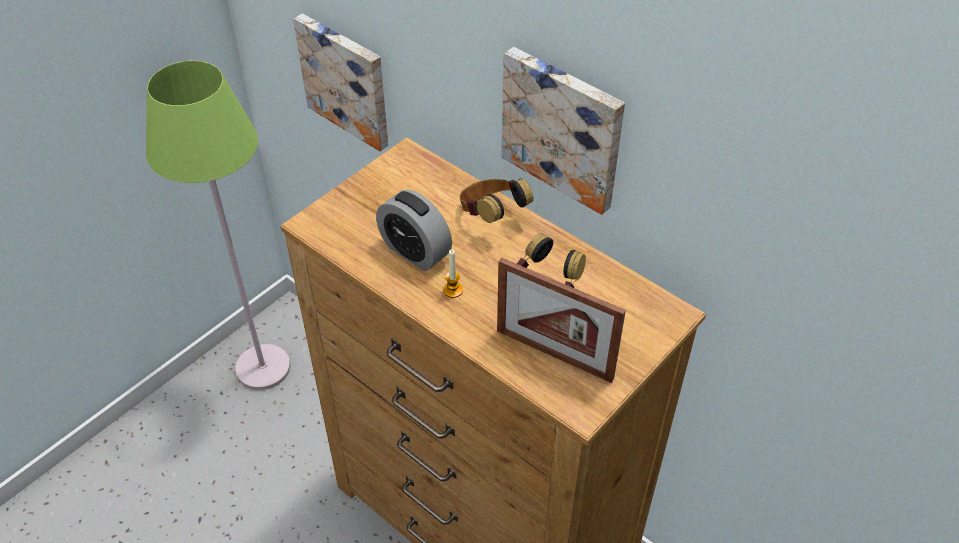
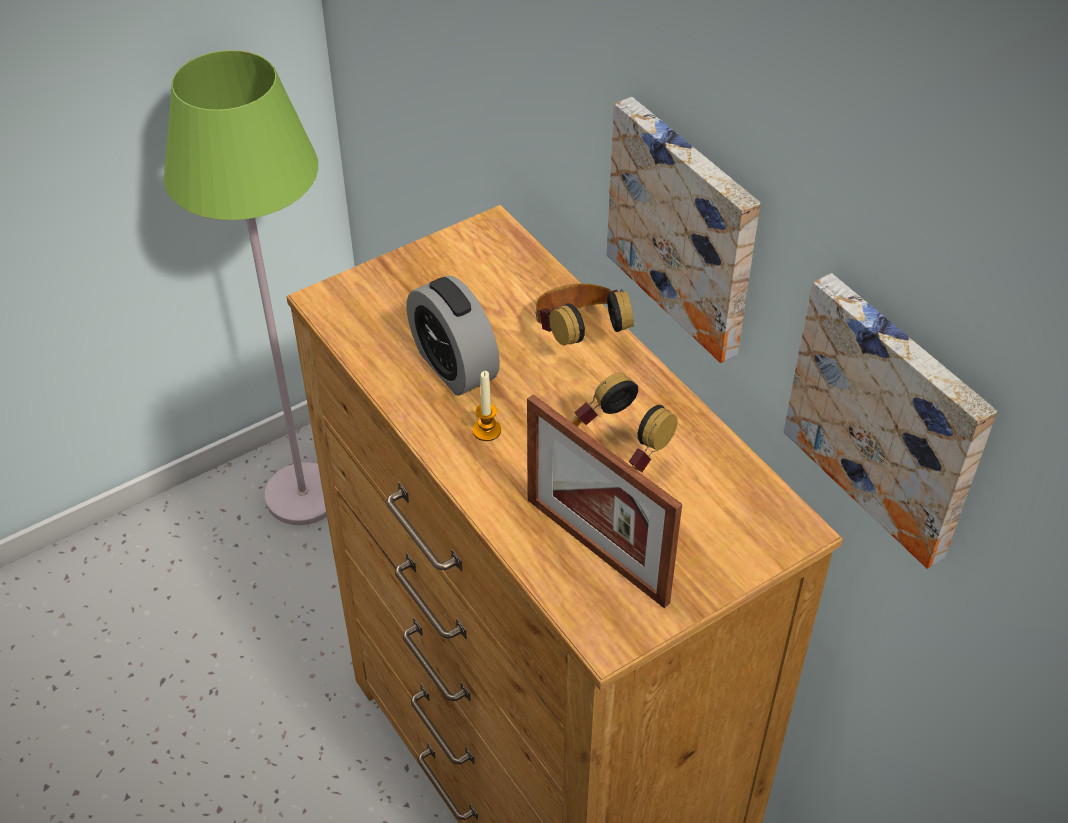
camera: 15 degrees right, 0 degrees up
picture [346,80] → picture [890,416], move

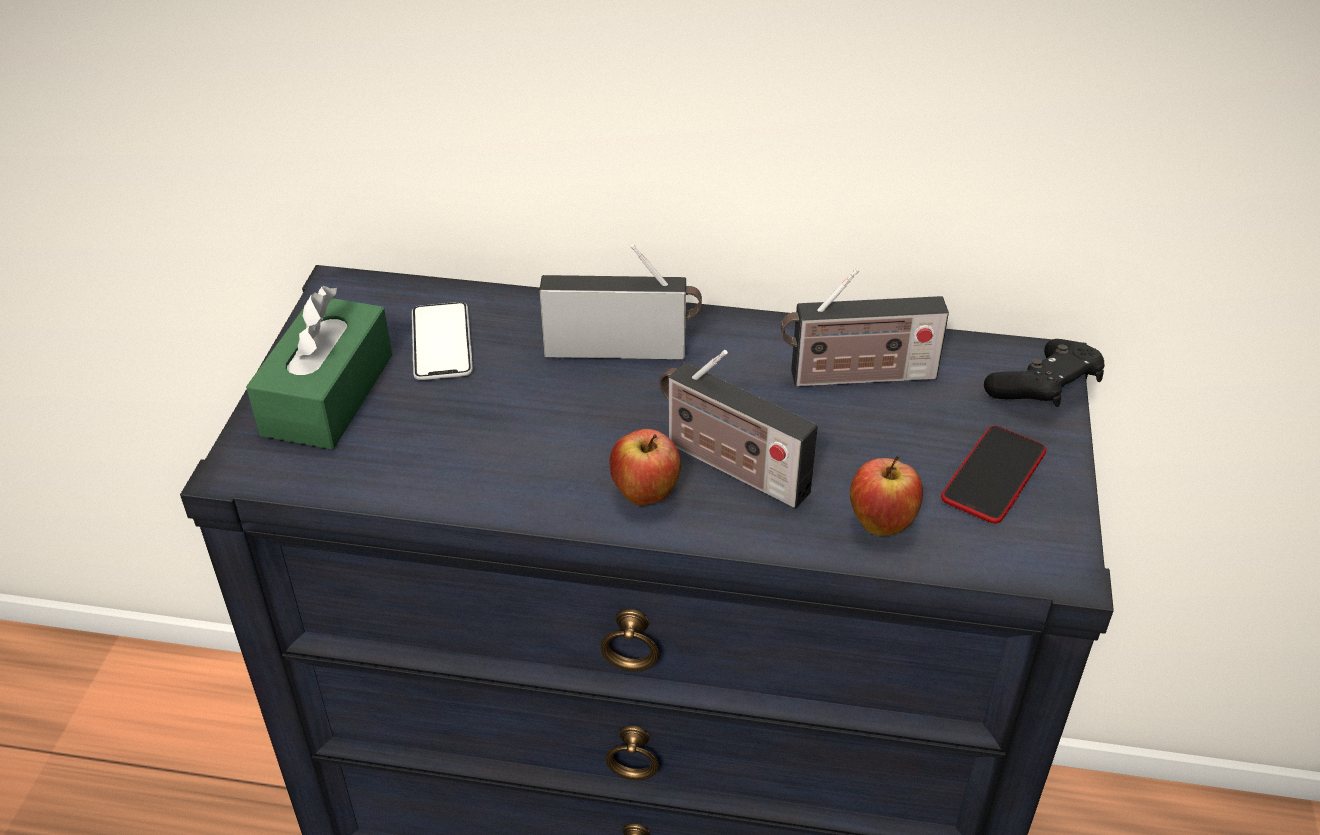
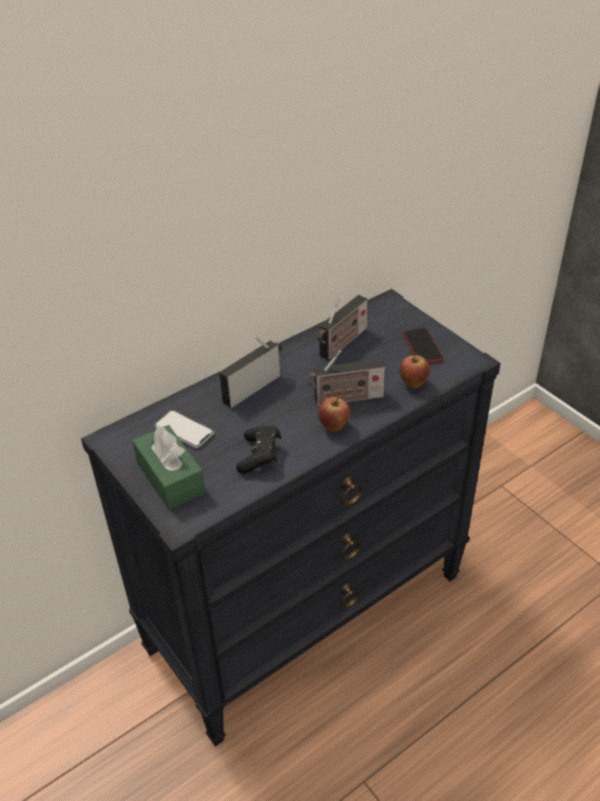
camera: 45 degrees left, 0 degrees up
black_gamepad [1044,391] → black_gamepad [260,456], move

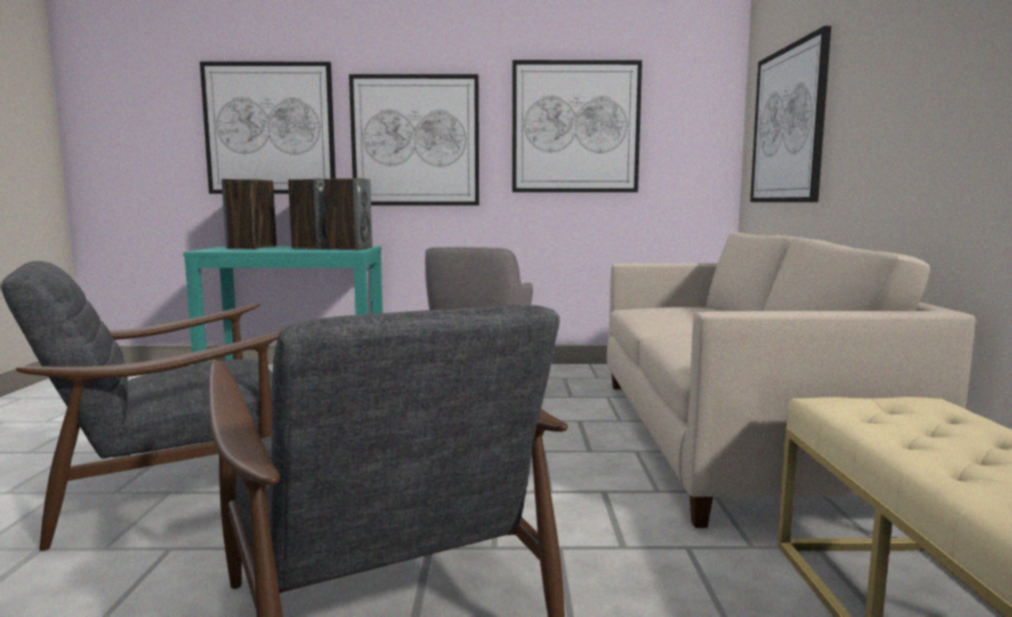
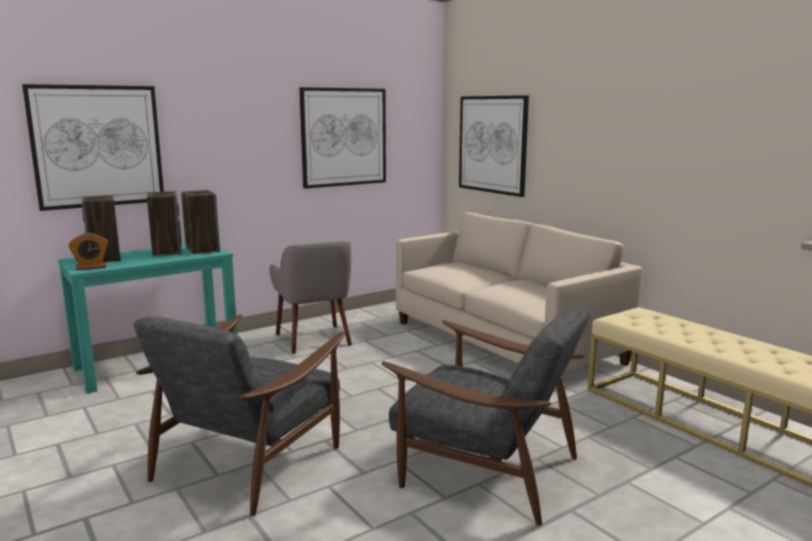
camera: 35 degrees left, 5 degrees up
picture [415,141] → -
- → alarm_clock [91,267]

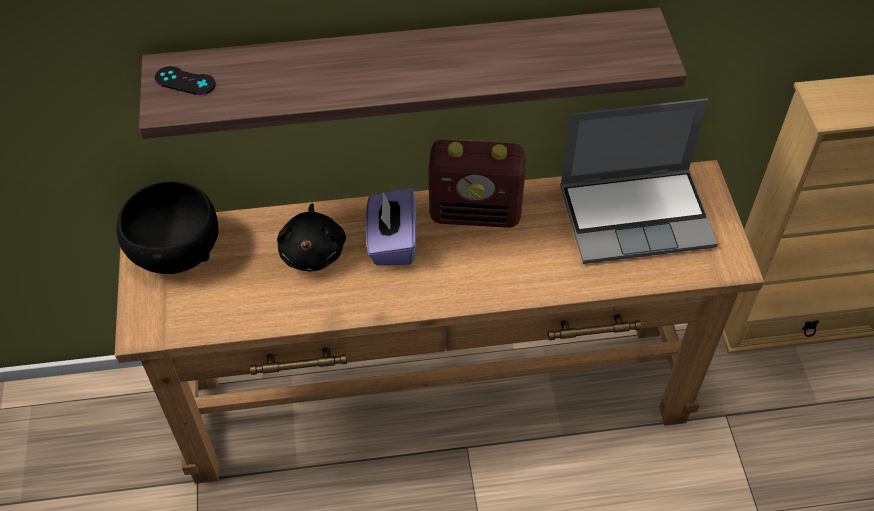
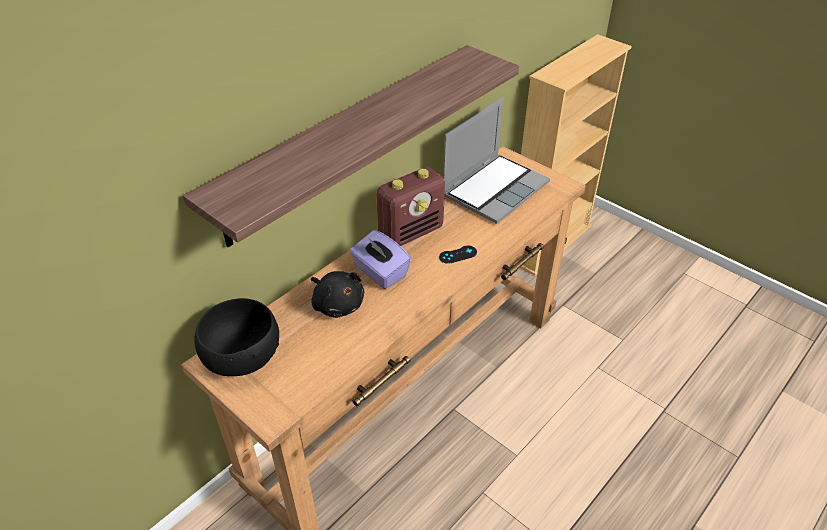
camera: 40 degrees left, 10 degrees down
black_gamepad [185,81] → black_gamepad [458,254], move

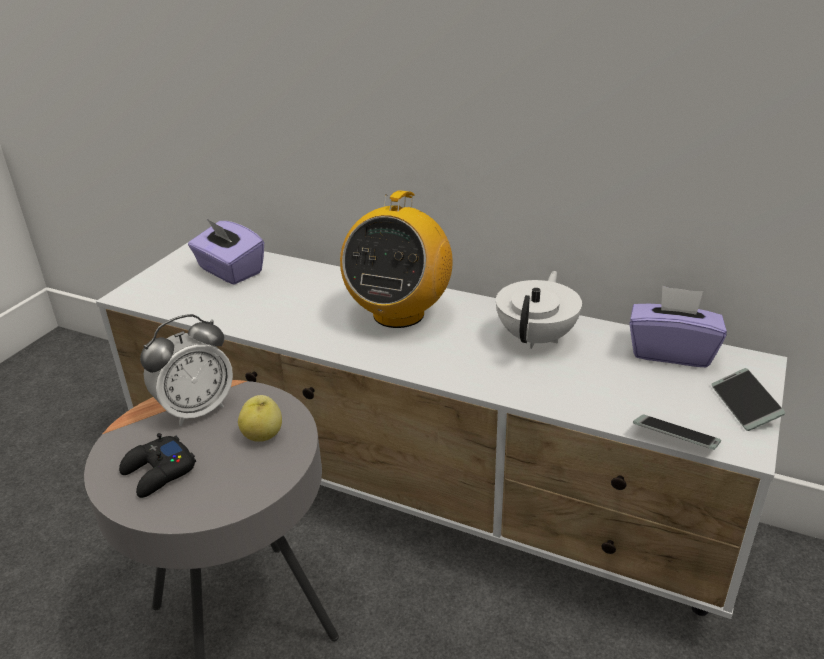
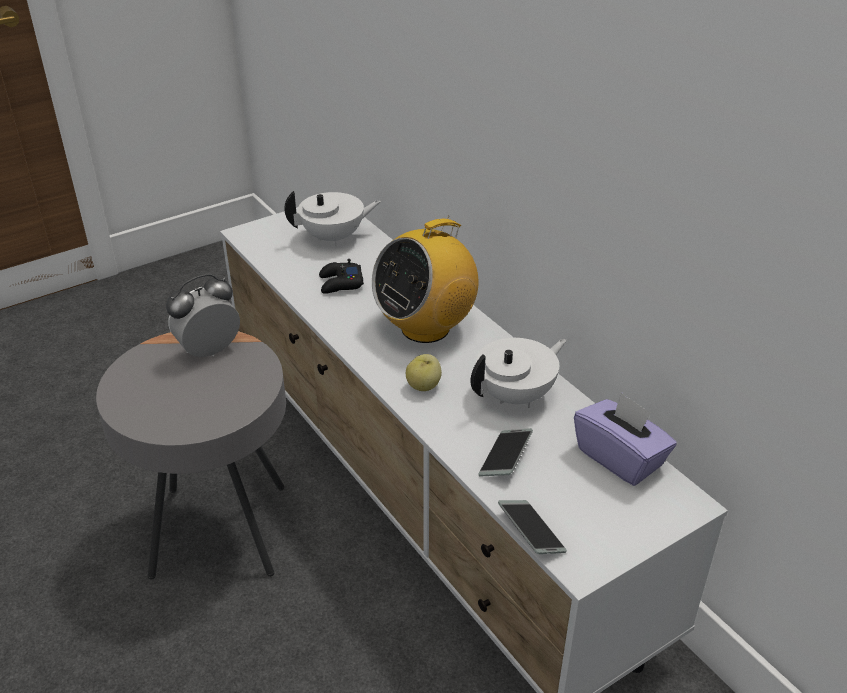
camera: 30 degrees right, 5 degrees up
black_gamepad [158,472] → black_gamepad [340,283], move
apple [263,435] → apple [424,386], move
phone [744,405] → phone [505,458], move
purple_tissue_box [230,271] → whitish_tea_pot [334,238]
alarm_clock [196,410] → alarm_clock [209,351], 150 degrees clockwise

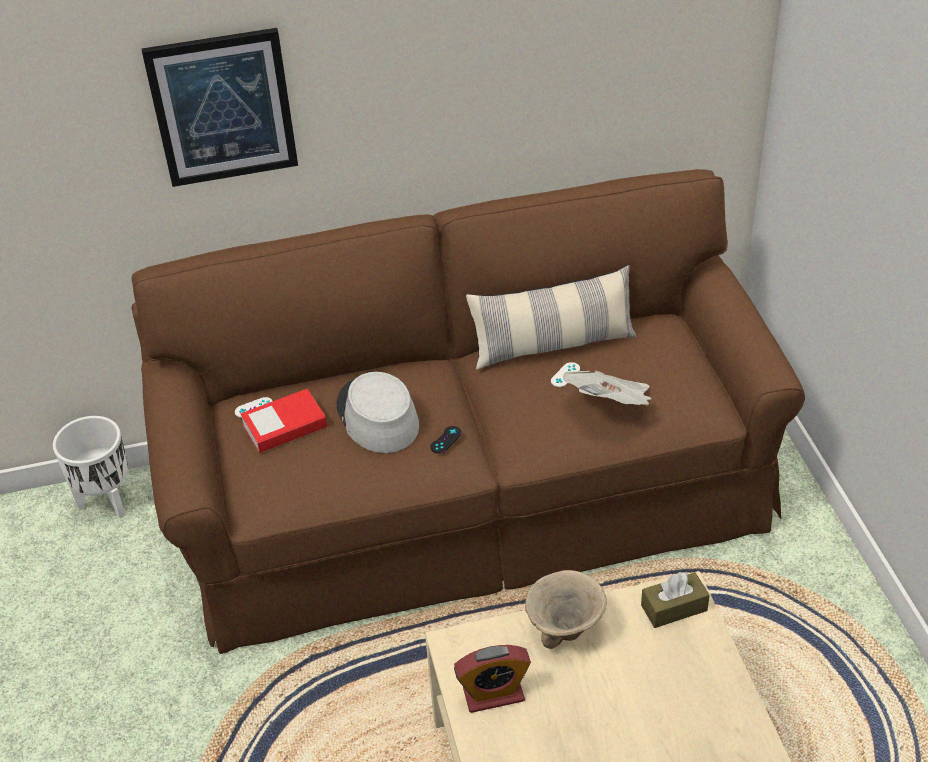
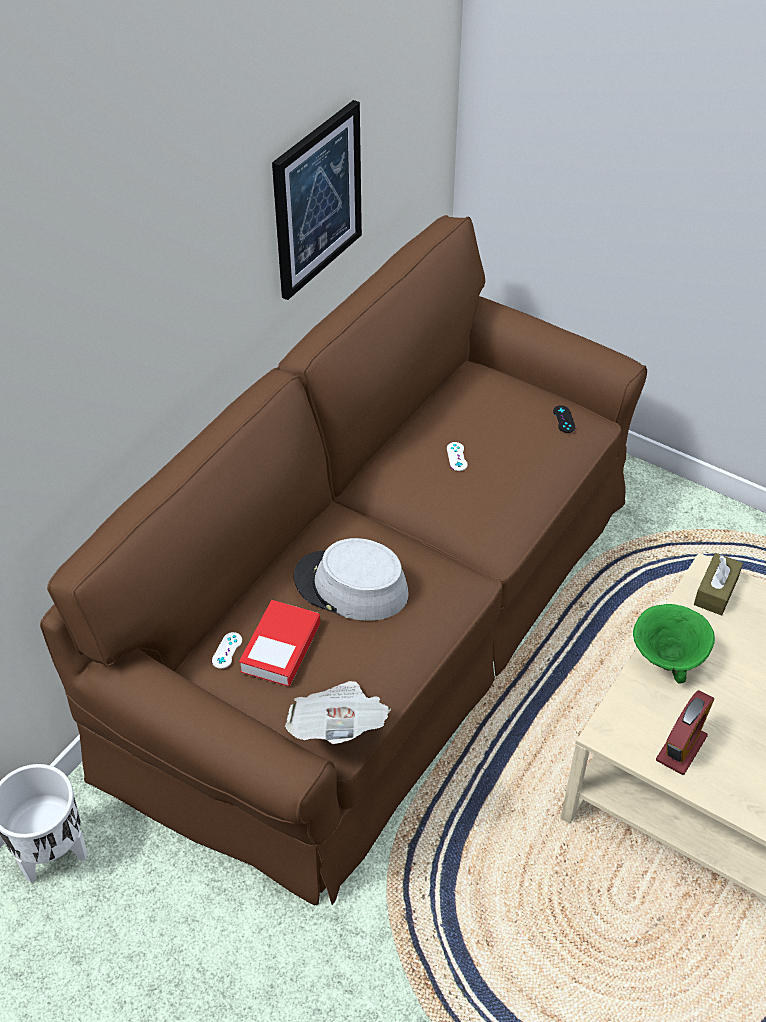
camera: 45 degrees left, 5 degrees up
pillow [553,346] → -
picture [222,107] → picture [317,200], move
black_gamepad [446,440] → black_gamepad [564,419], move
daily_paper [610,404] → daily_paper [338,727], move
beige-coloured_deep_dish [564,627] → greenish_deep_dish [665,660]

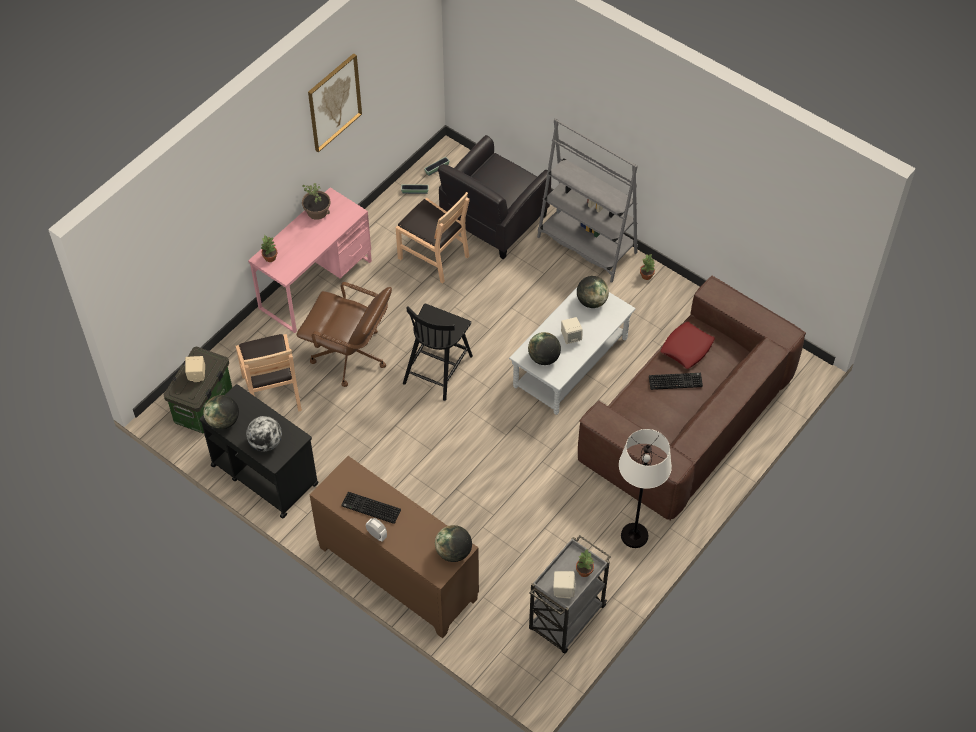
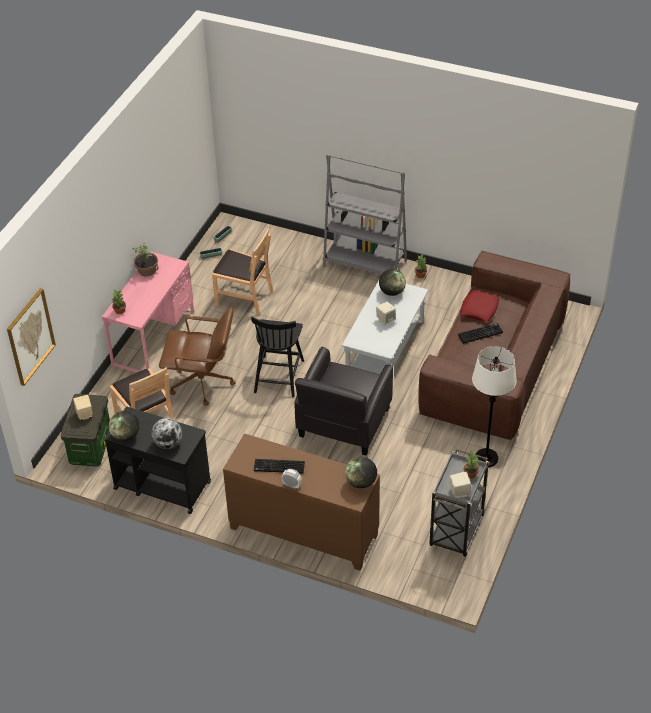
camera: 15 degrees left, 10 degrees down
desk_globe [544,358] → -
picture [334,102] → picture [30,336], move
black_lounge_chair [493,220] → black_lounge_chair [343,423], move

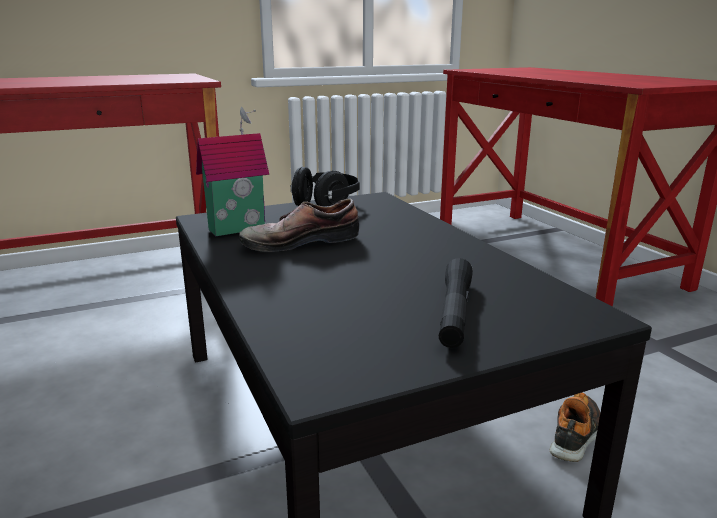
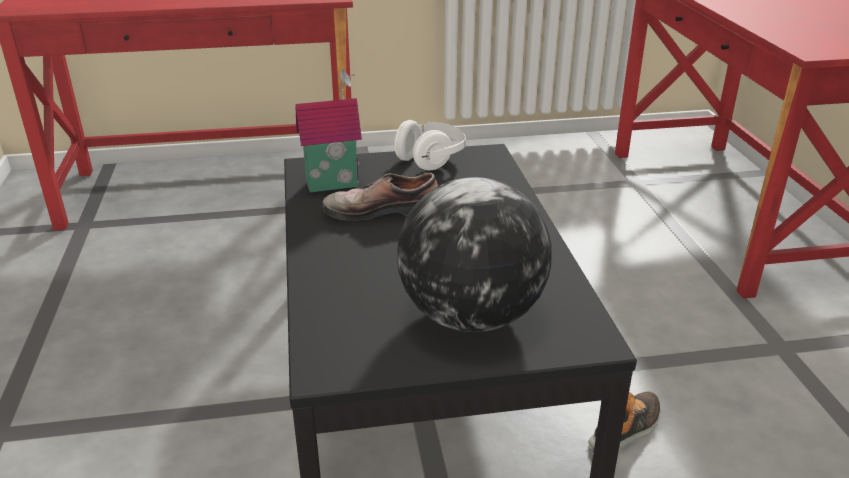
camera: 15 degrees right, 10 degrees up
black_hand_torch [454,312] → desk_globe [470,317]
black_headset [325,205] → whitish_headset [430,159]

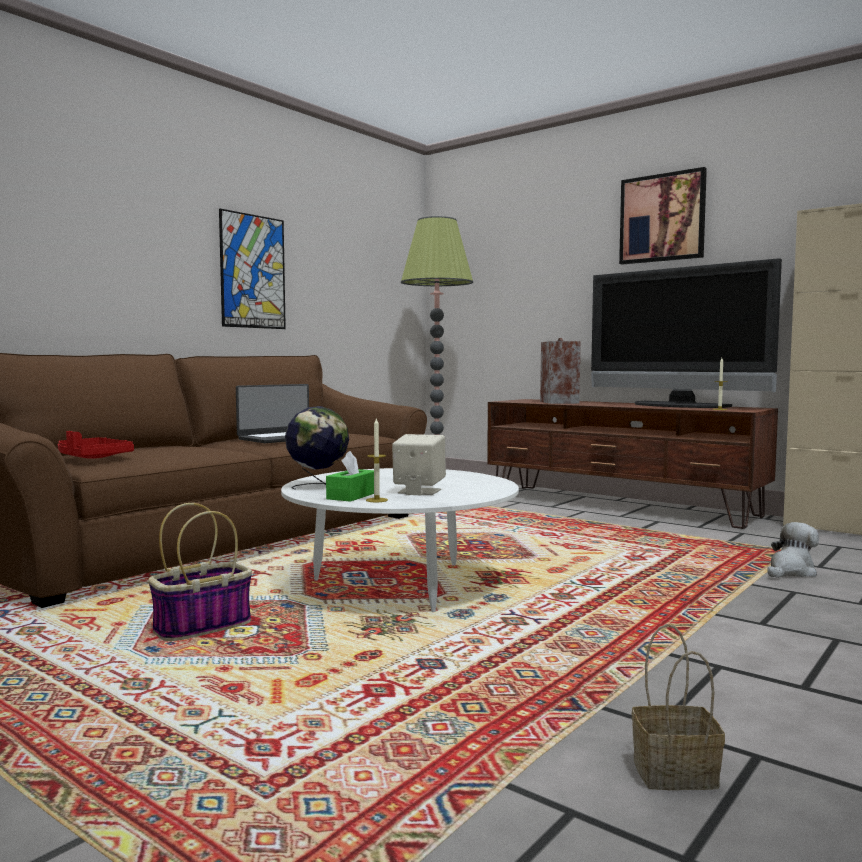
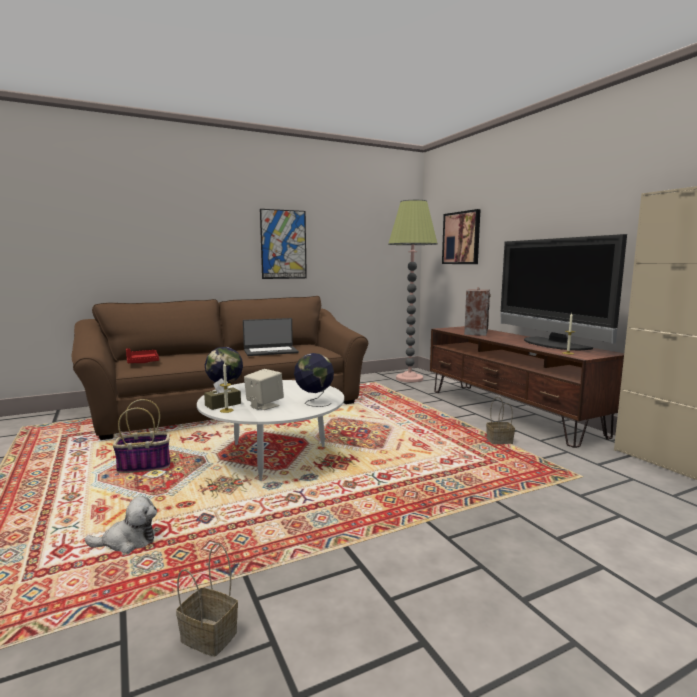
camera: 25 degrees right, 5 degrees up
- → desk_globe [314,402]
- → storage_basket [500,441]
picture [662,218] → picture [461,238], move
cuddly_toy [790,571] → cuddly_toy [128,542], move
greenish_tissue_box [352,496] → brown-coloured_tissue_box [223,404]

